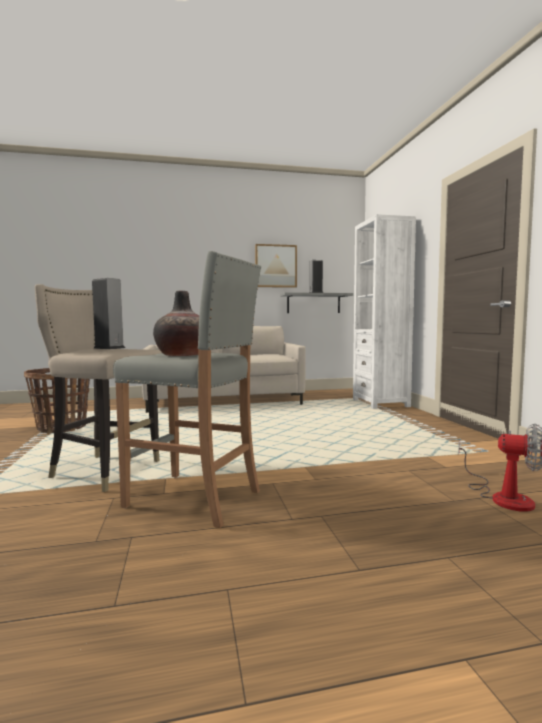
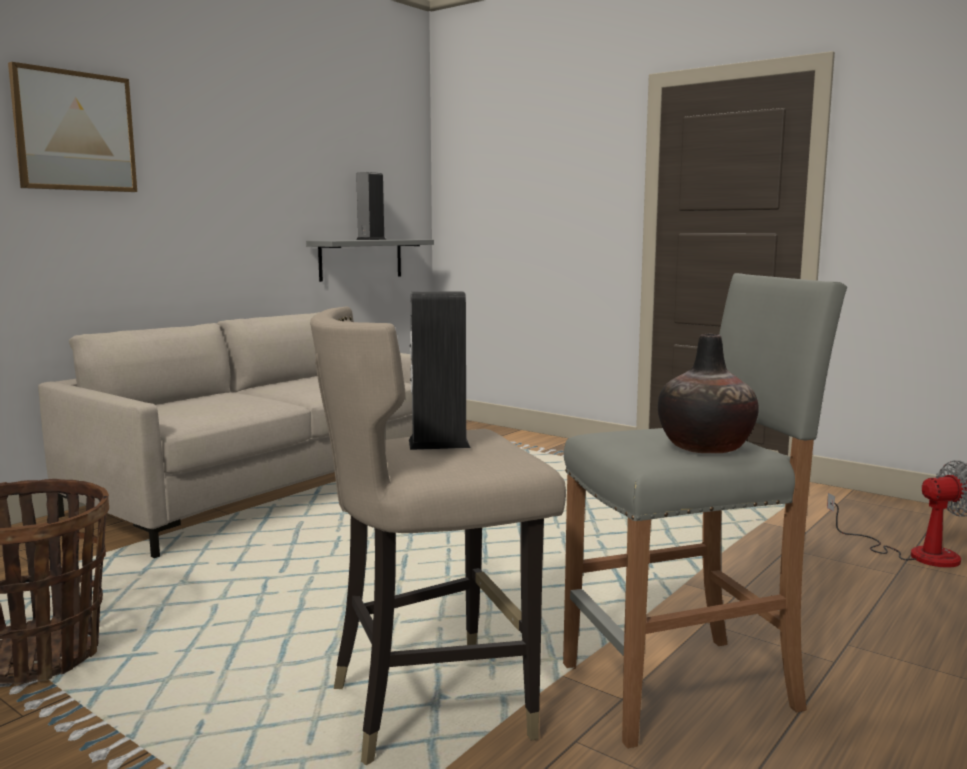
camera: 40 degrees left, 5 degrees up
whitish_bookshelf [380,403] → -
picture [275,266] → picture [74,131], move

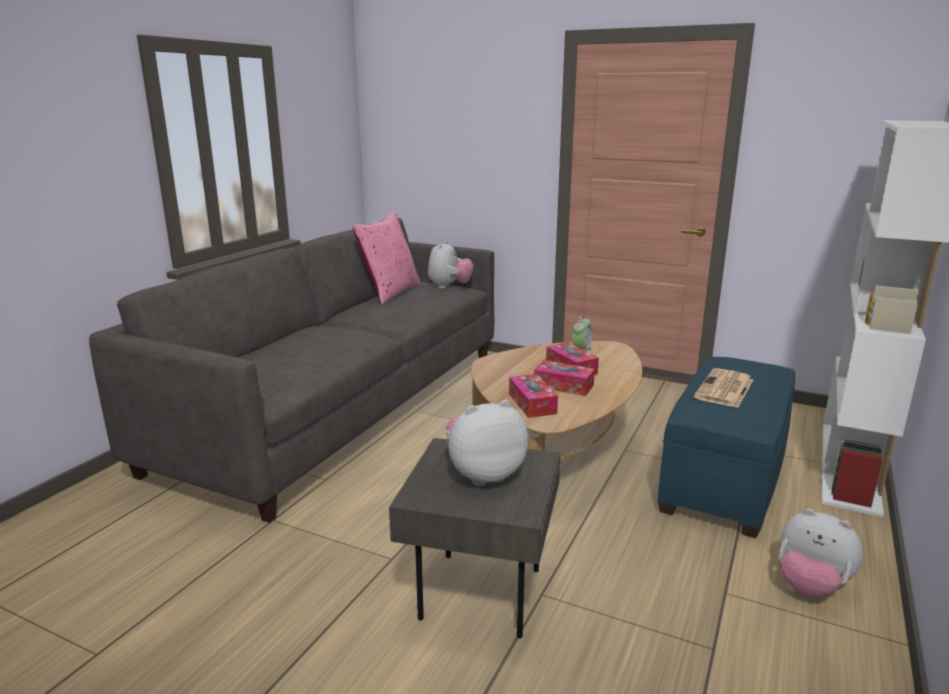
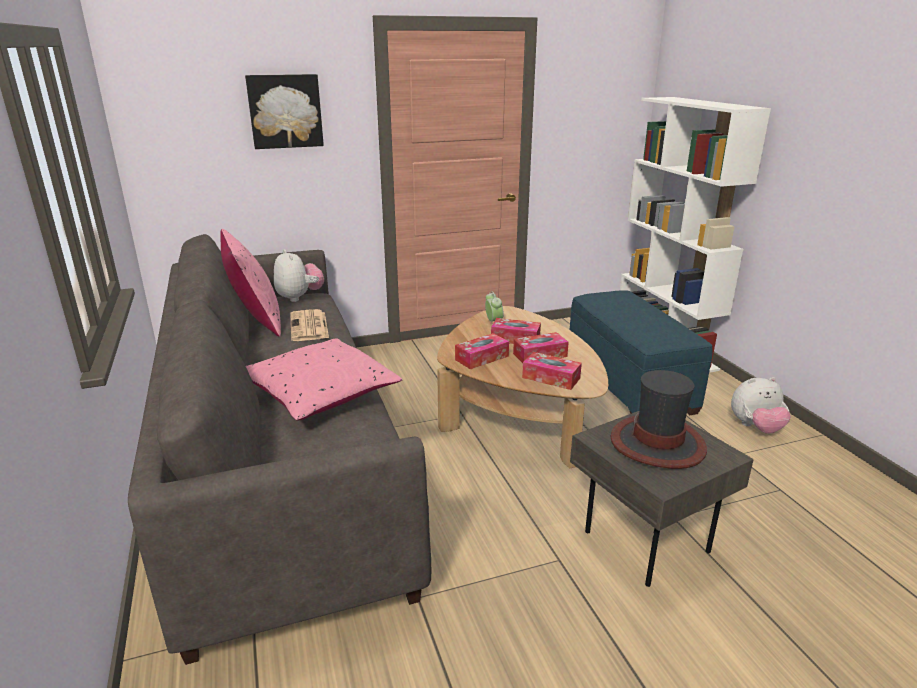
camera: 45 degrees left, 5 degrees up
- → picture [285,111]
- → pink-coloured_pillow [321,394]
- → tissue_box [482,358]
daily_paper [724,389] → daily_paper [309,326], move
cuddly_toy [483,474] → hat [658,443]

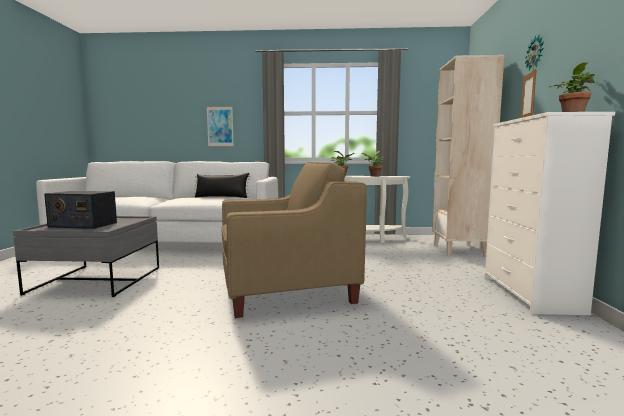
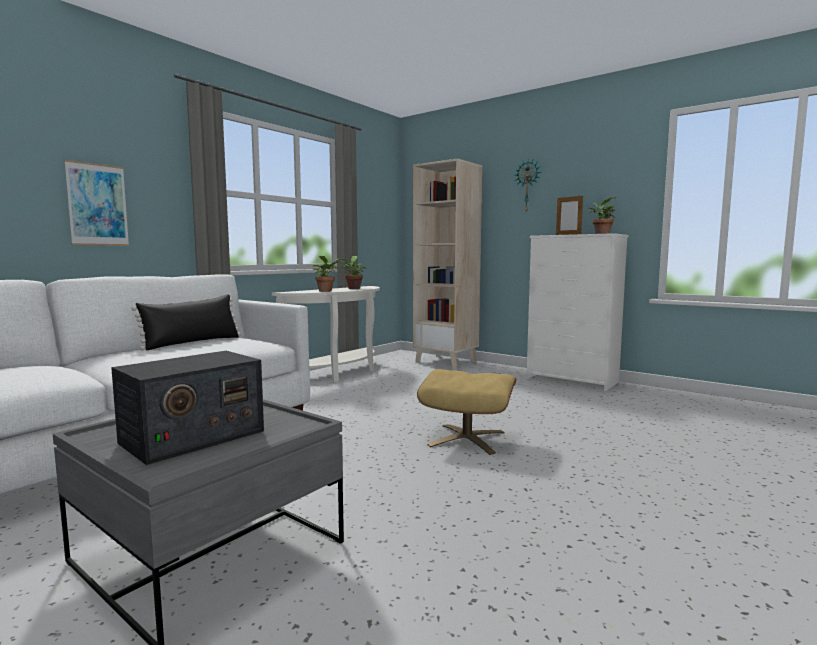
camera: 55 degrees left, 0 degrees up
beige-coloured_lounge_chair [287,290] → beige-coloured_pouffe [467,439]

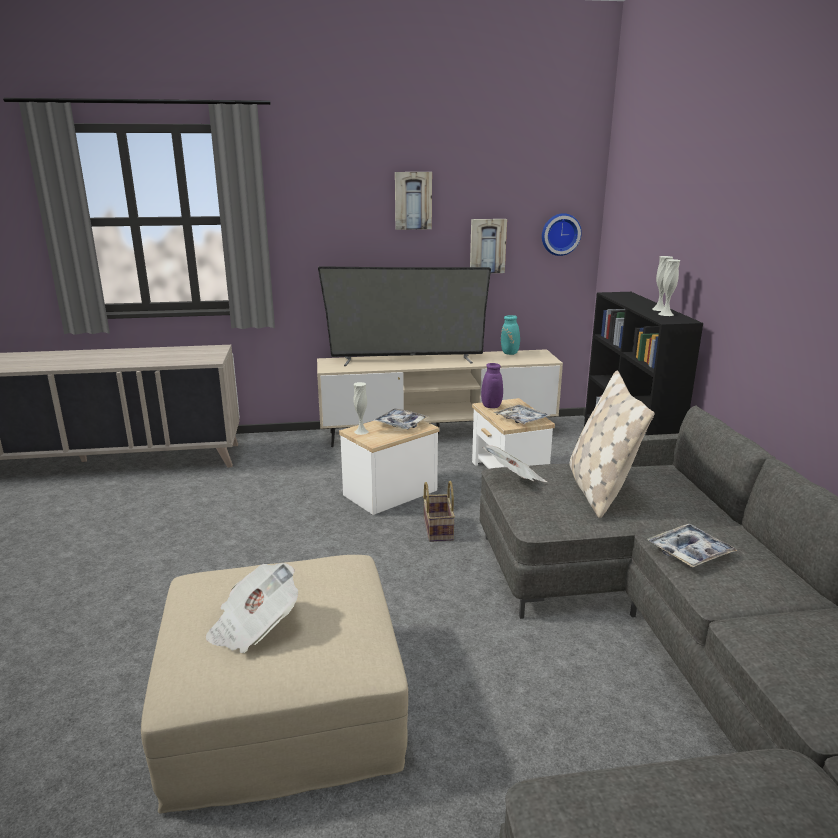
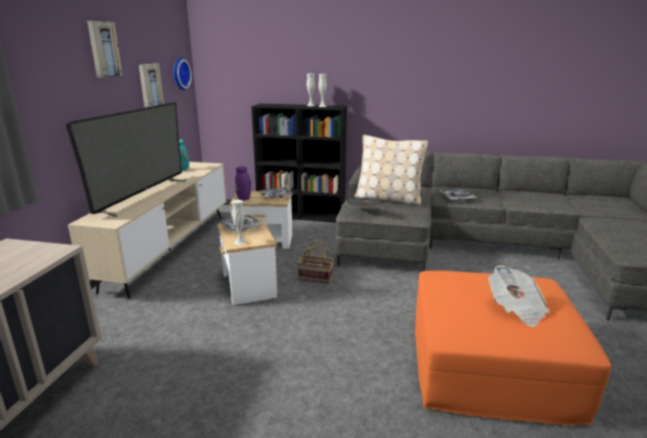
camera: 70 degrees left, 0 degrees up
beige-coloured_pouffe [282,706] → orangey_pouffe [491,366]

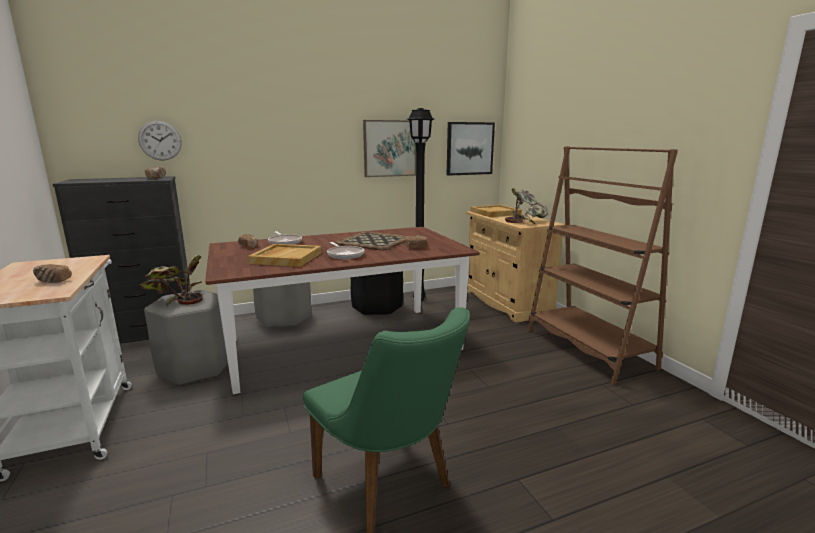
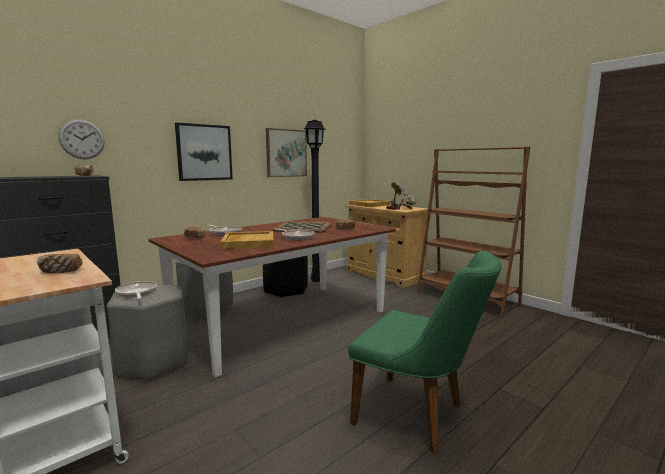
camera: 20 degrees left, 5 degrees down
picture [469,148] → picture [204,152], move
houseplant [176,299] → skillet [136,293]

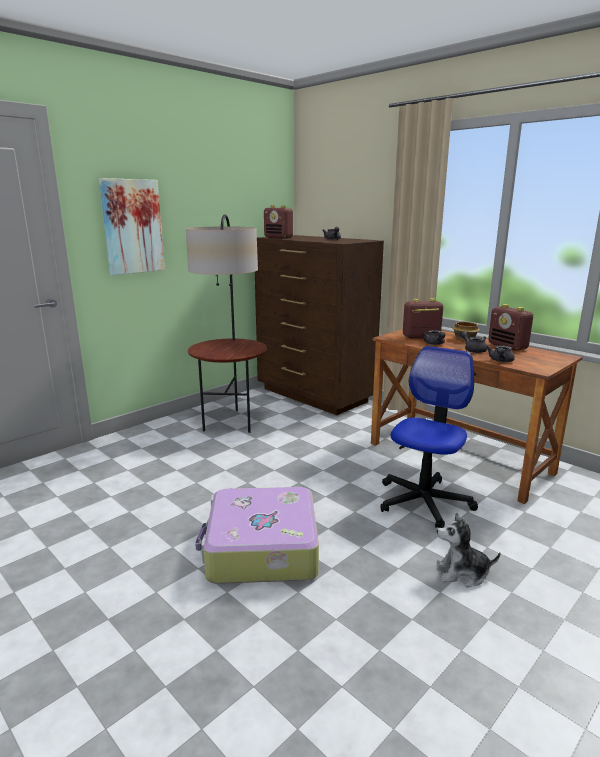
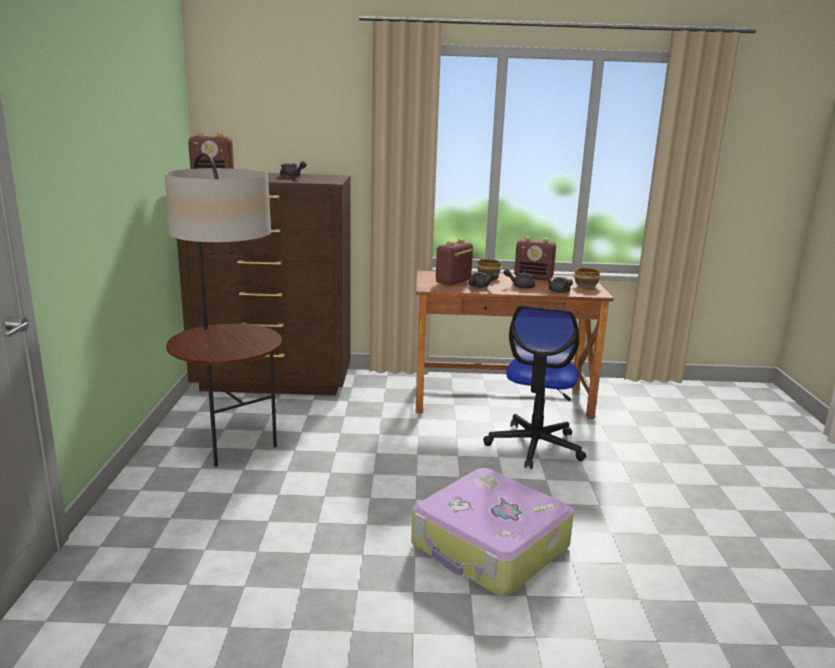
camera: 45 degrees left, 0 degrees up
picture [132,226] → -
cuddly_toy [462,573] → -
- → deep_dish [585,286]
desk_chair [424,501] → desk_chair [535,446], 150 degrees counterclockwise

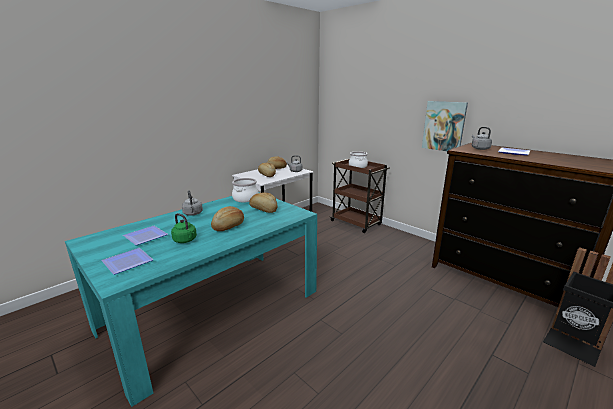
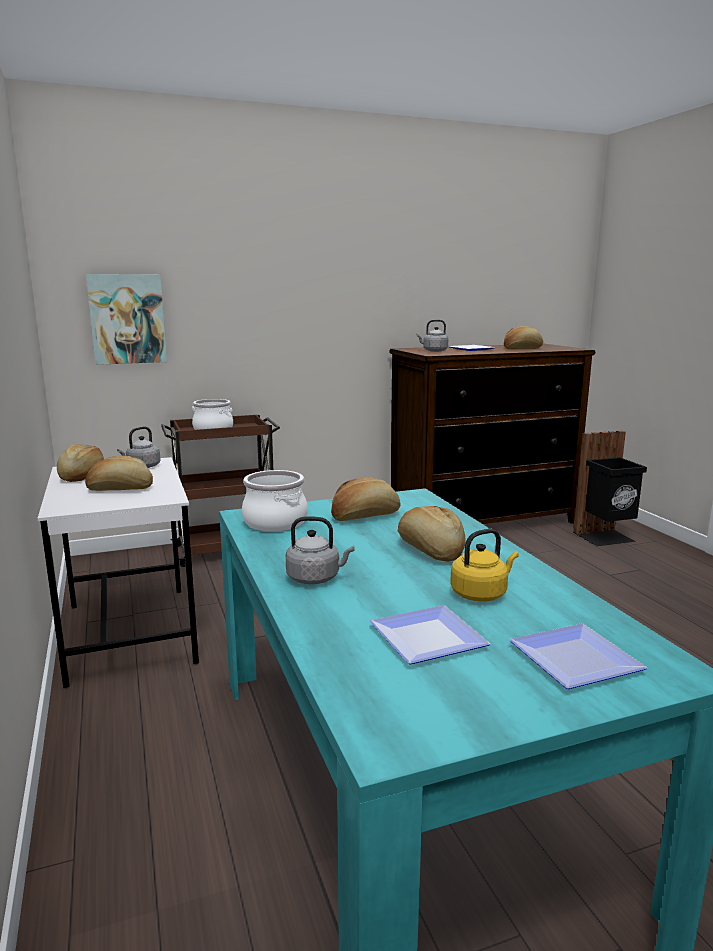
camera: 65 degrees left, 5 degrees down
- → baked_bread [522,349]
picture [444,126] → picture [127,319], move
greenish_kettle [186,240] → yellow-coloured_kettle [481,593]

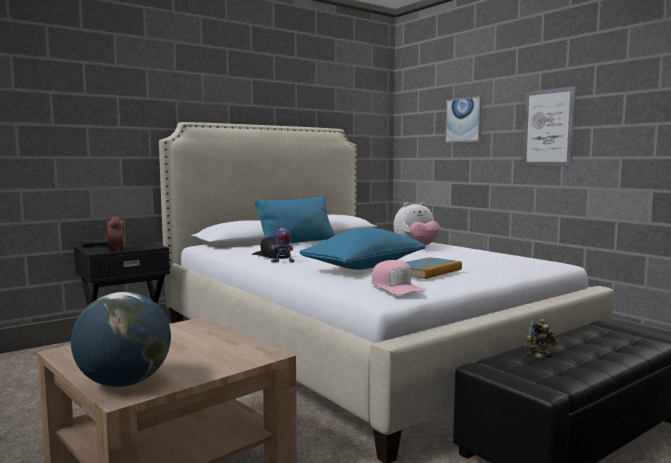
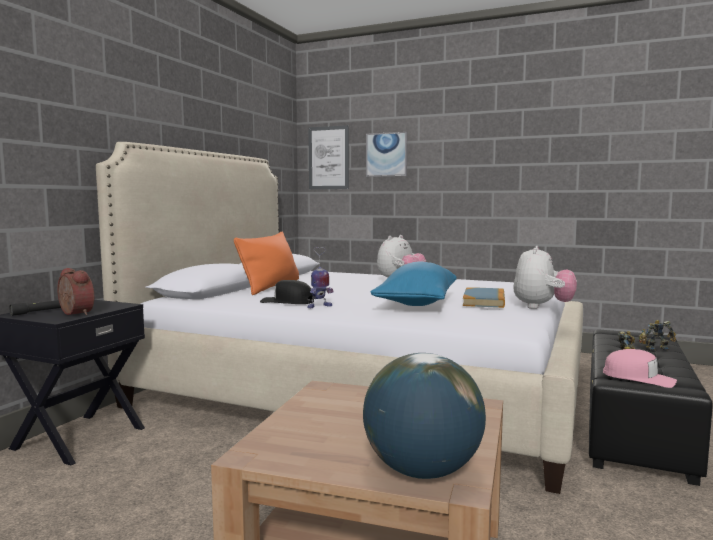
camera: 30 degrees left, 0 degrees up
- → cuddly_toy [542,307]
- → model_robot [655,348]
pink-coloured_cap [395,287] → pink-coloured_cap [639,378], move
picture [548,127] → picture [328,158], move
blue-coloured_pillow [297,243] → orangey_pillow [271,286]

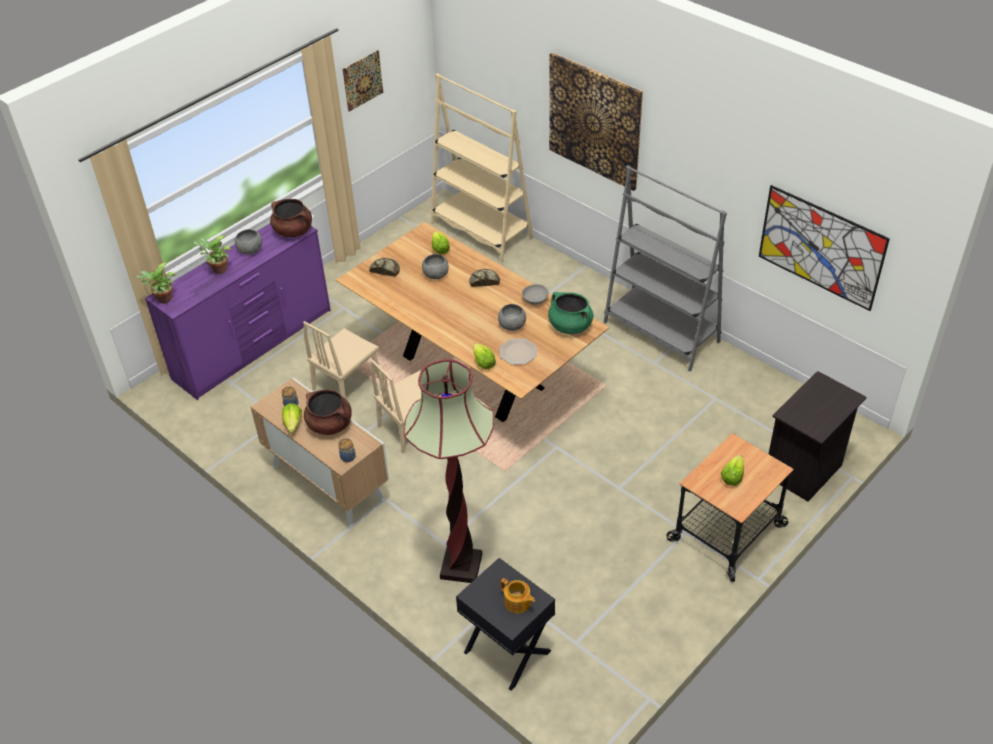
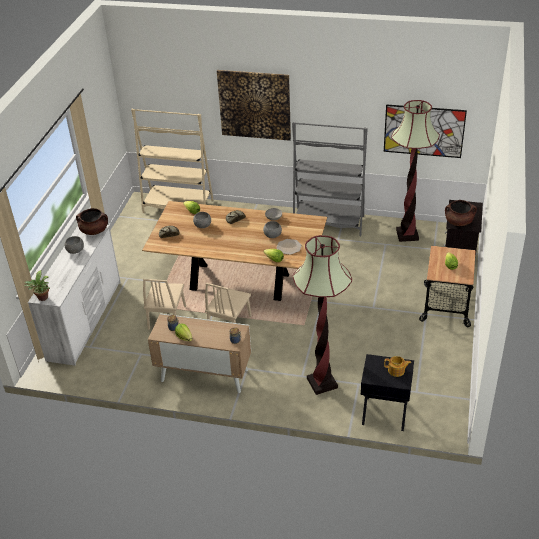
camera: 30 degrees left, 5 degrees down
houseplant [218,270] → -
picture [363,80] → -
greenish_cooking_pot [570,326] → -
- → standing_lamp [407,235]
brown-coloured_cooking_pot [330,424] → brown-coloured_cooking_pot [458,222], move
purple_drawer_chest [254,344] → whitish_drawer_chest [85,320]

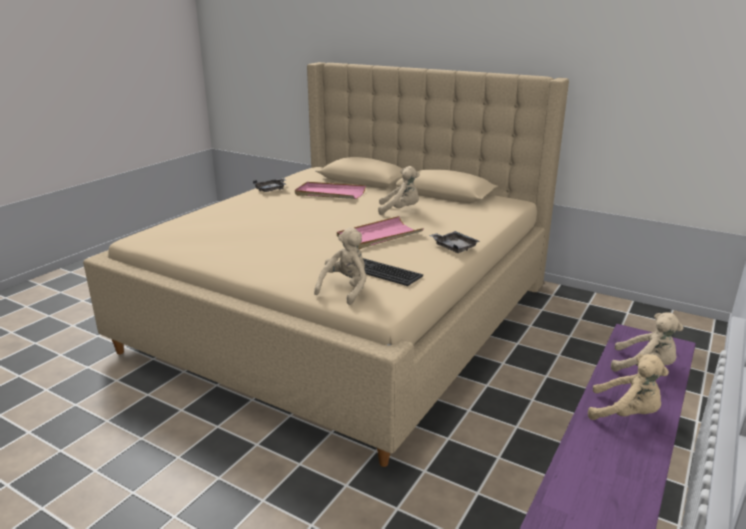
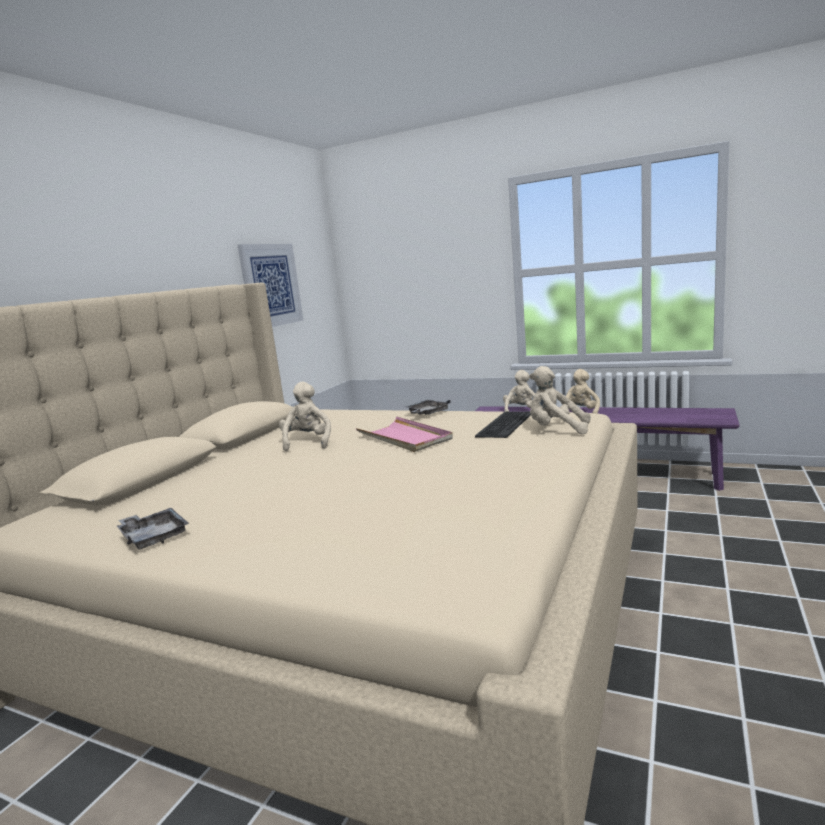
camera: 95 degrees left, 10 degrees down
pink-coloured_serving_tray [330,193] → -
- → picture [271,285]

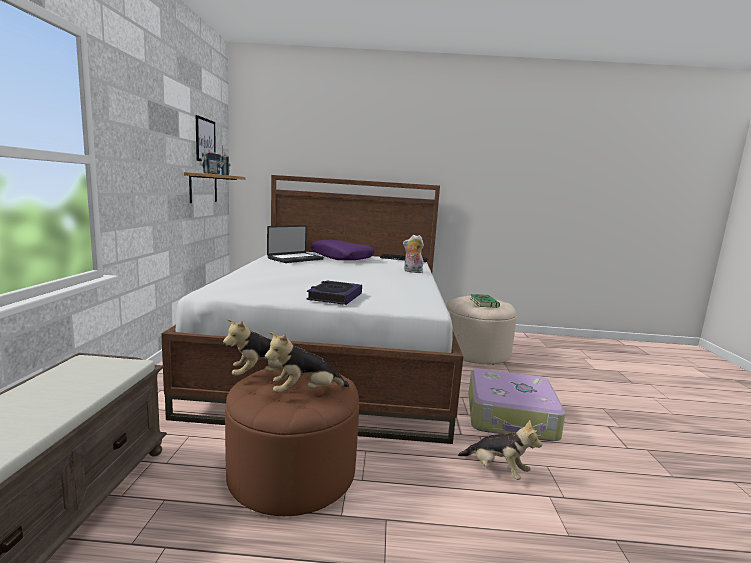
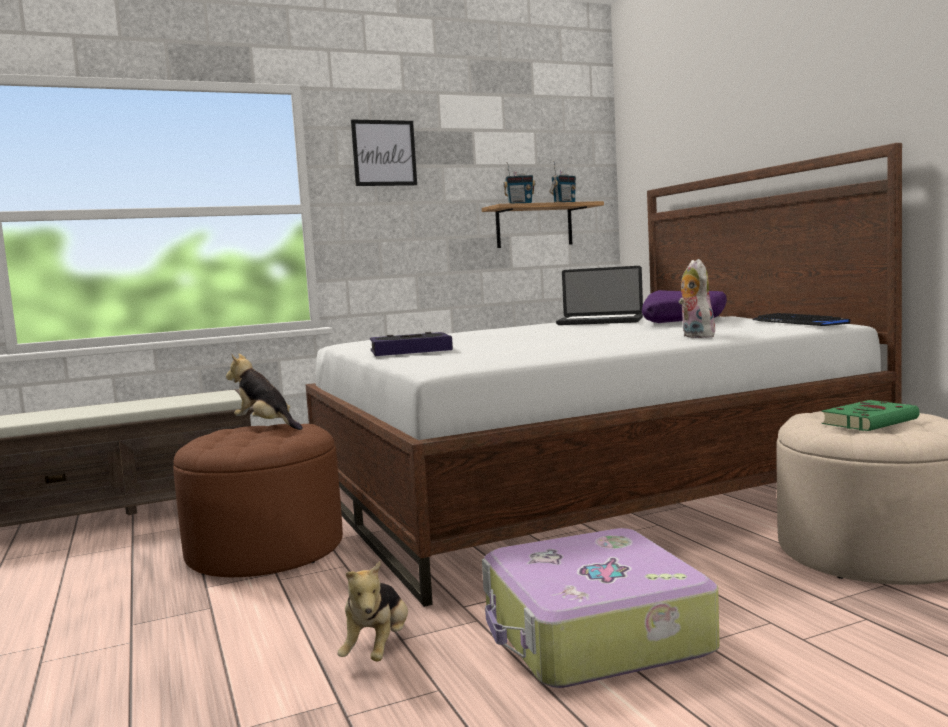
camera: 65 degrees right, 5 degrees down
cuddly_toy [305,392] → -
picture [205,140] → picture [384,153], move

